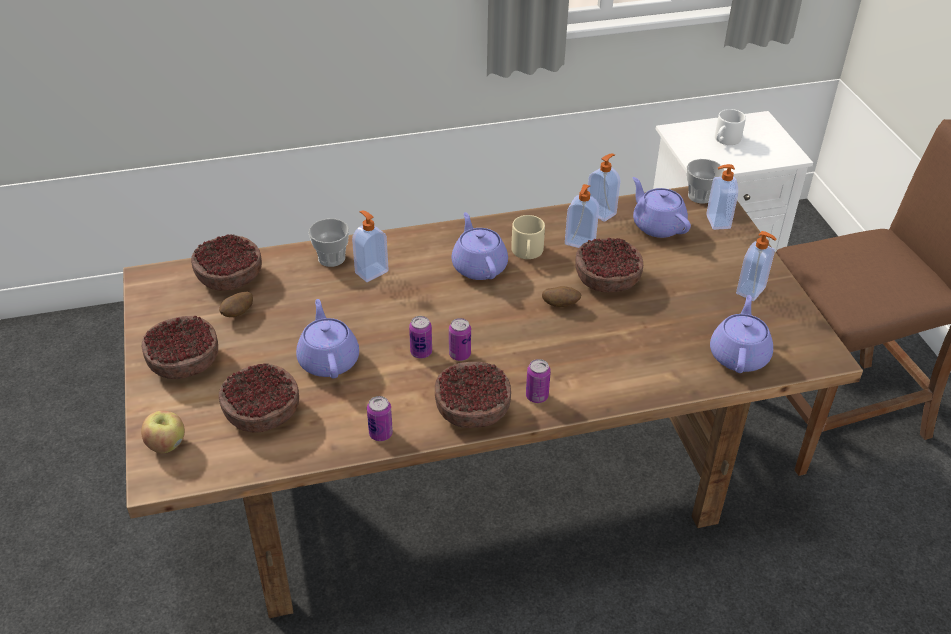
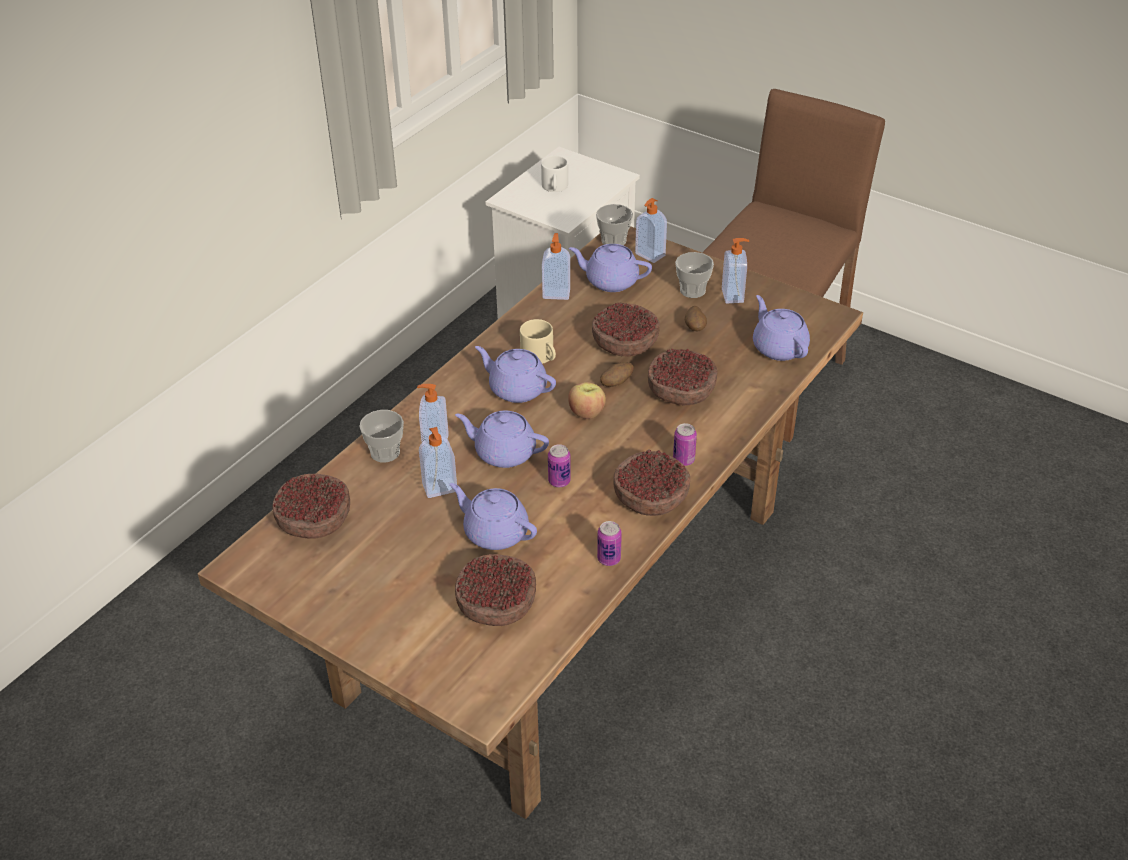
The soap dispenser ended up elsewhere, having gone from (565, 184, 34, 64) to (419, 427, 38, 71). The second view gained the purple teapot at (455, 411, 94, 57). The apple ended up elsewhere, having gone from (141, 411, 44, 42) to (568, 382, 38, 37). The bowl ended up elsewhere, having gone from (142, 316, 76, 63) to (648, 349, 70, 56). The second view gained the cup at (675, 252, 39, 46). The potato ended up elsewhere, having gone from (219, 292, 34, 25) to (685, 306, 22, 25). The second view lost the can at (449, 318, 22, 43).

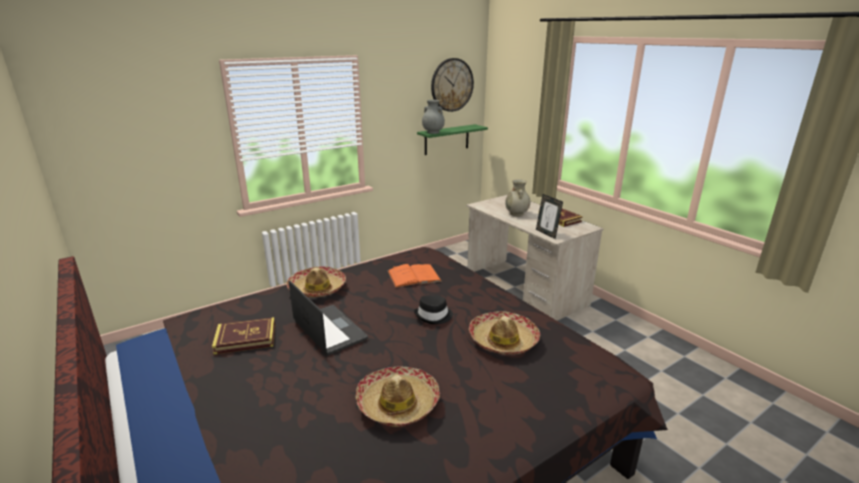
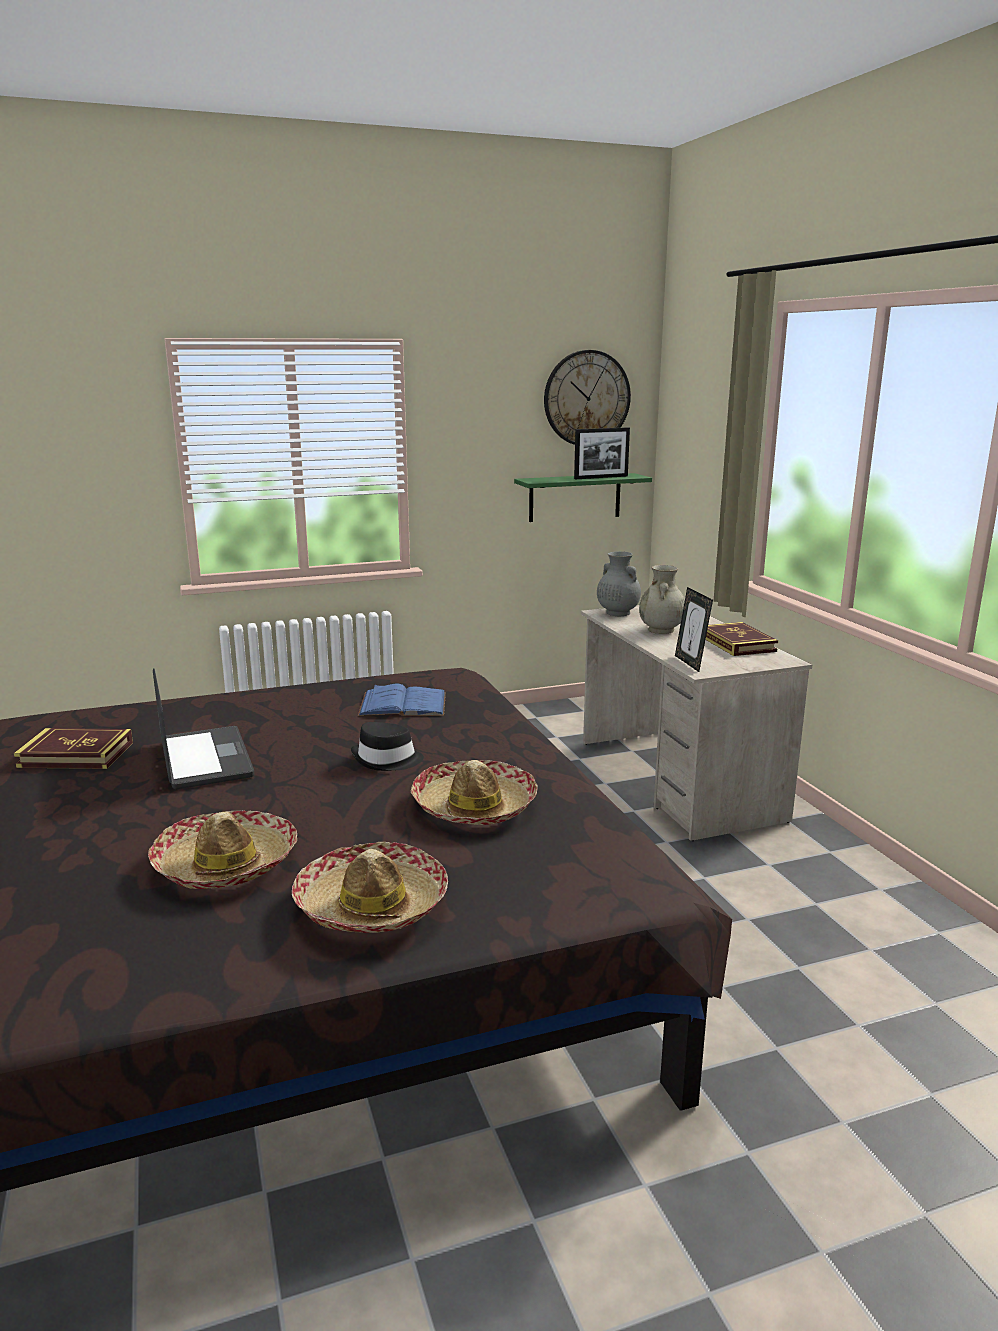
The hat ended up elsewhere, having gone from (287, 266, 59, 31) to (292, 842, 156, 91). What was the orange book at (388, 264, 54, 24) turned into the blue book at (358, 683, 88, 33). The second view gained the picture frame at (574, 427, 56, 52). The grey vase ended up elsewhere, having gone from (422, 100, 23, 34) to (597, 551, 44, 65).

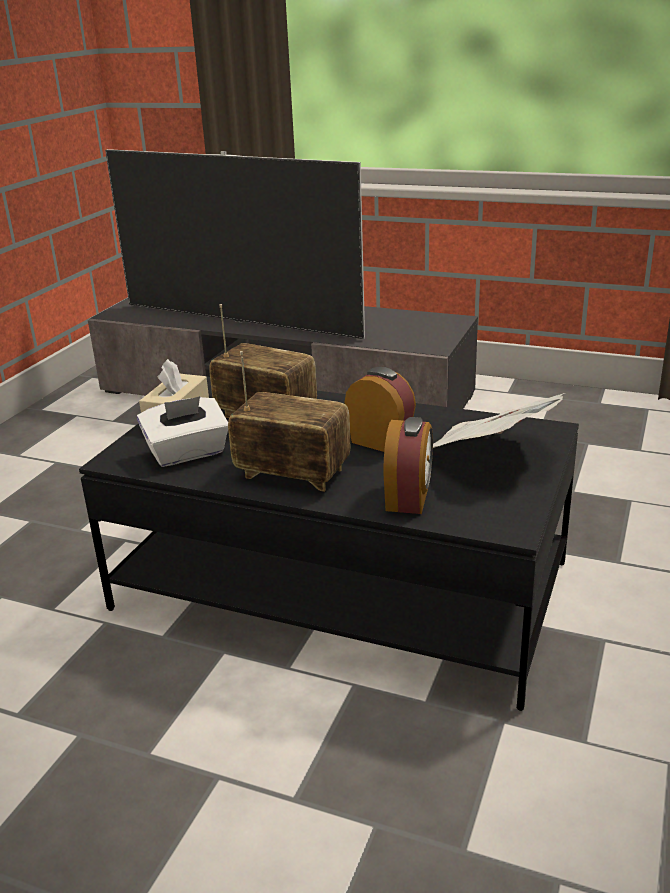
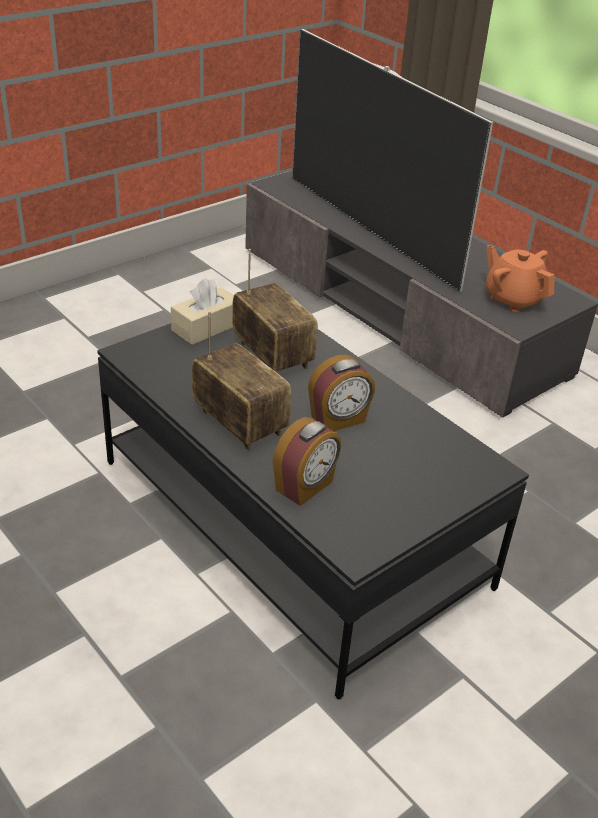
The alarm clock at (344, 367, 72, 85) ended up facing another way, 90 degrees clockwise from before. The second view gained the orange teapot at (486, 245, 68, 67). The second view lost the white tissue box at (137, 396, 91, 71). The second view lost the newspaper at (433, 393, 132, 55).

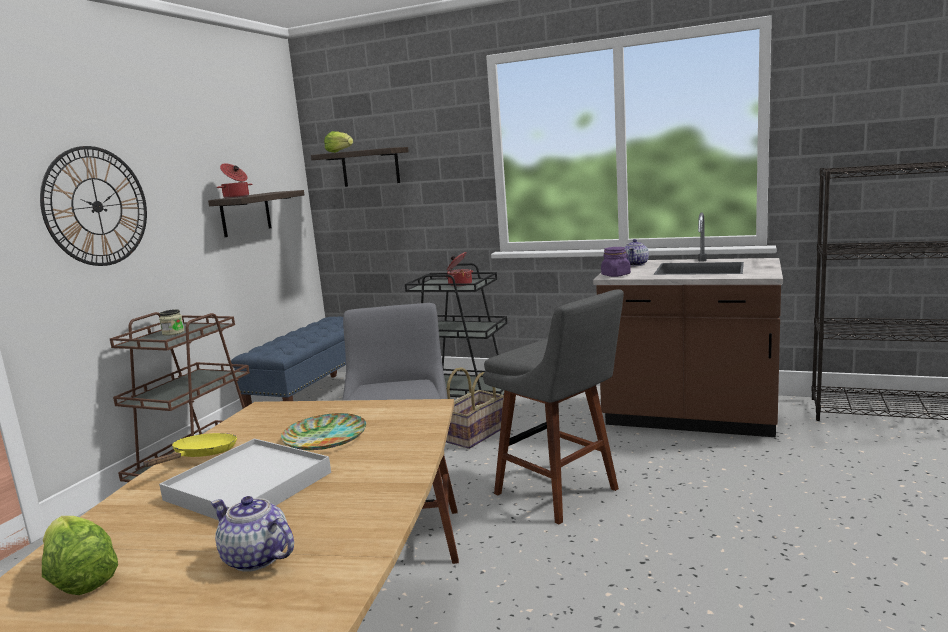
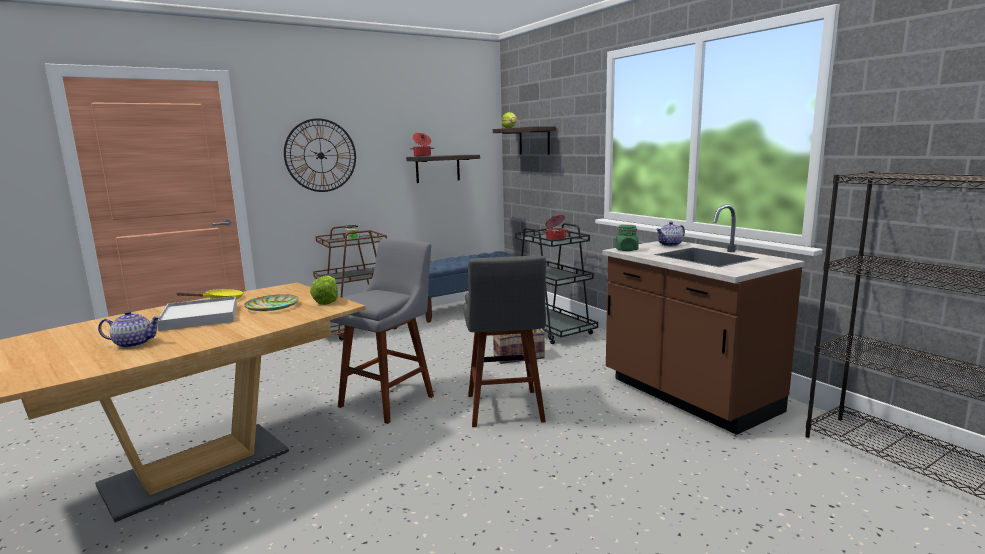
The teapot at (211, 496, 83, 76) ended up facing another way, 105 degrees clockwise from before. The lettuce ended up elsewhere, having gone from (42, 516, 76, 79) to (310, 276, 28, 29). What was the purple jar at (601, 247, 30, 30) turned into the green jar at (615, 225, 24, 26).

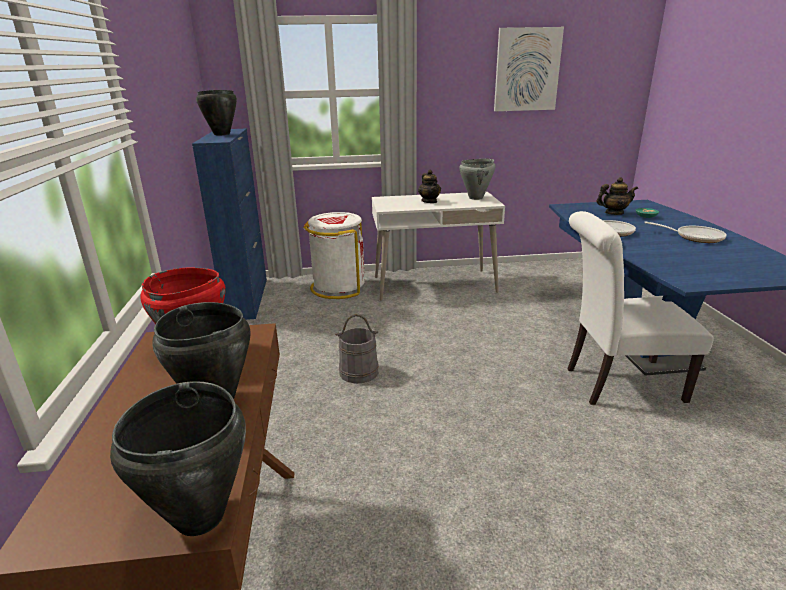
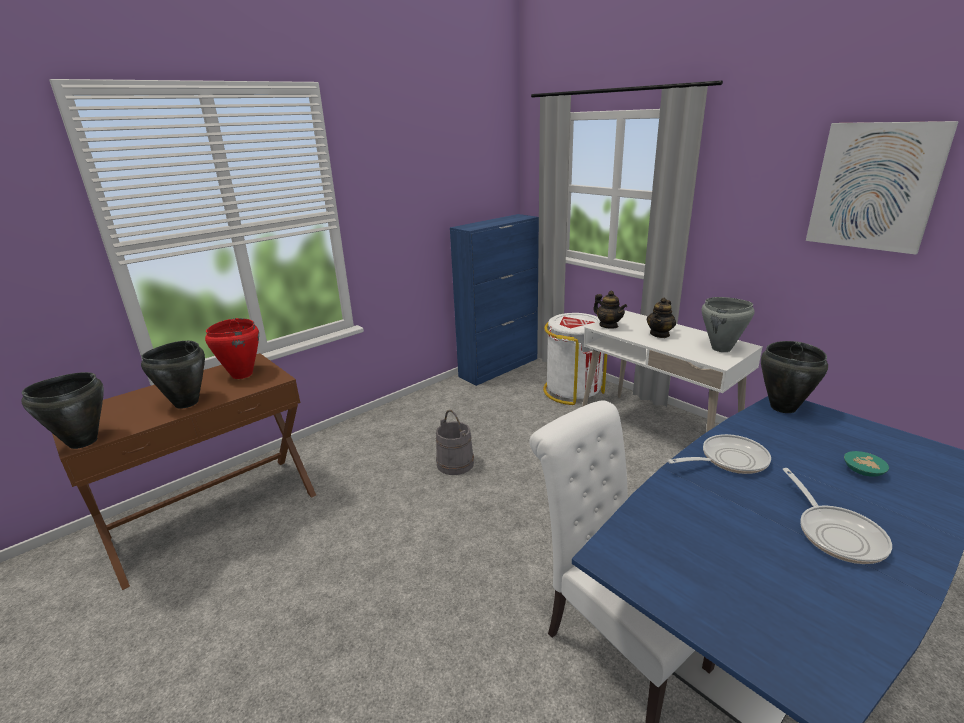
The teapot ended up elsewhere, having gone from (596, 177, 42, 38) to (593, 291, 34, 38). The black cooking pot ended up elsewhere, having gone from (196, 90, 41, 45) to (761, 341, 67, 72).

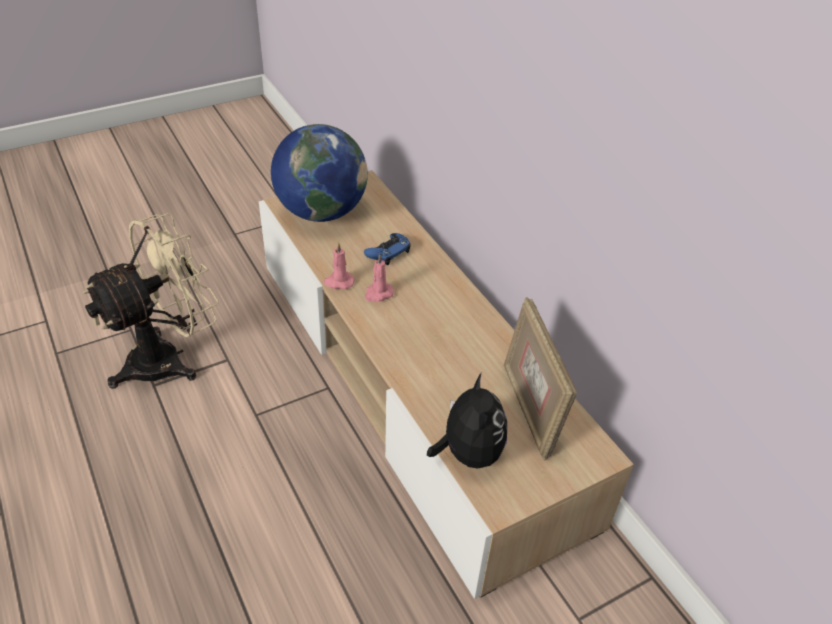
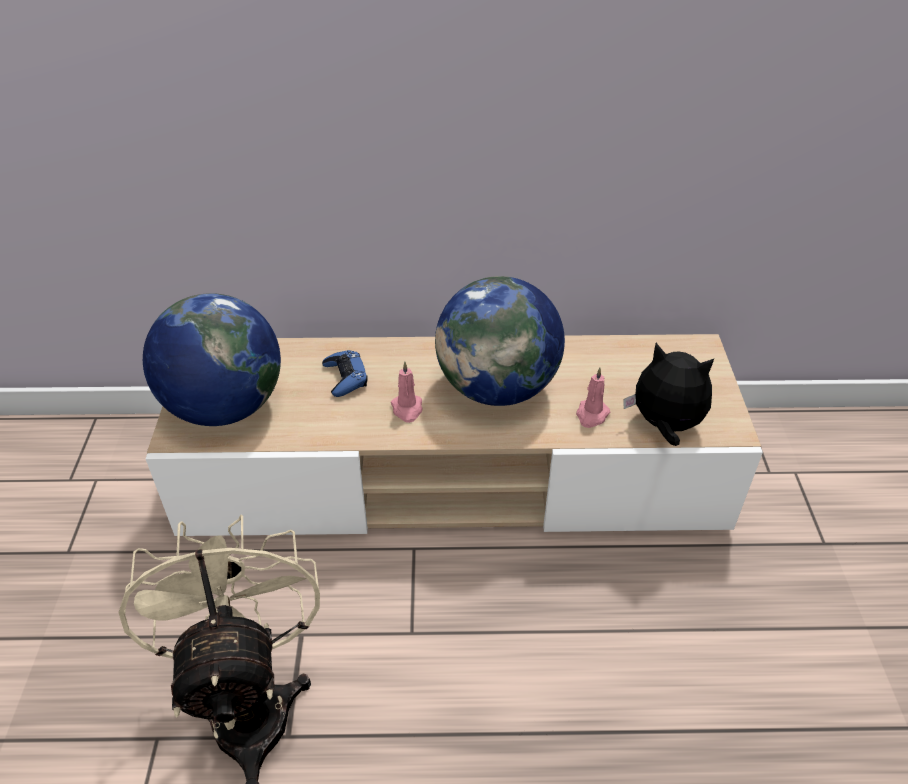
The second view gained the globe at (435, 276, 130, 130). The pink candle ended up elsewhere, having gone from (323, 242, 32, 47) to (576, 368, 34, 60). The second view lost the picture frame at (504, 297, 73, 163).

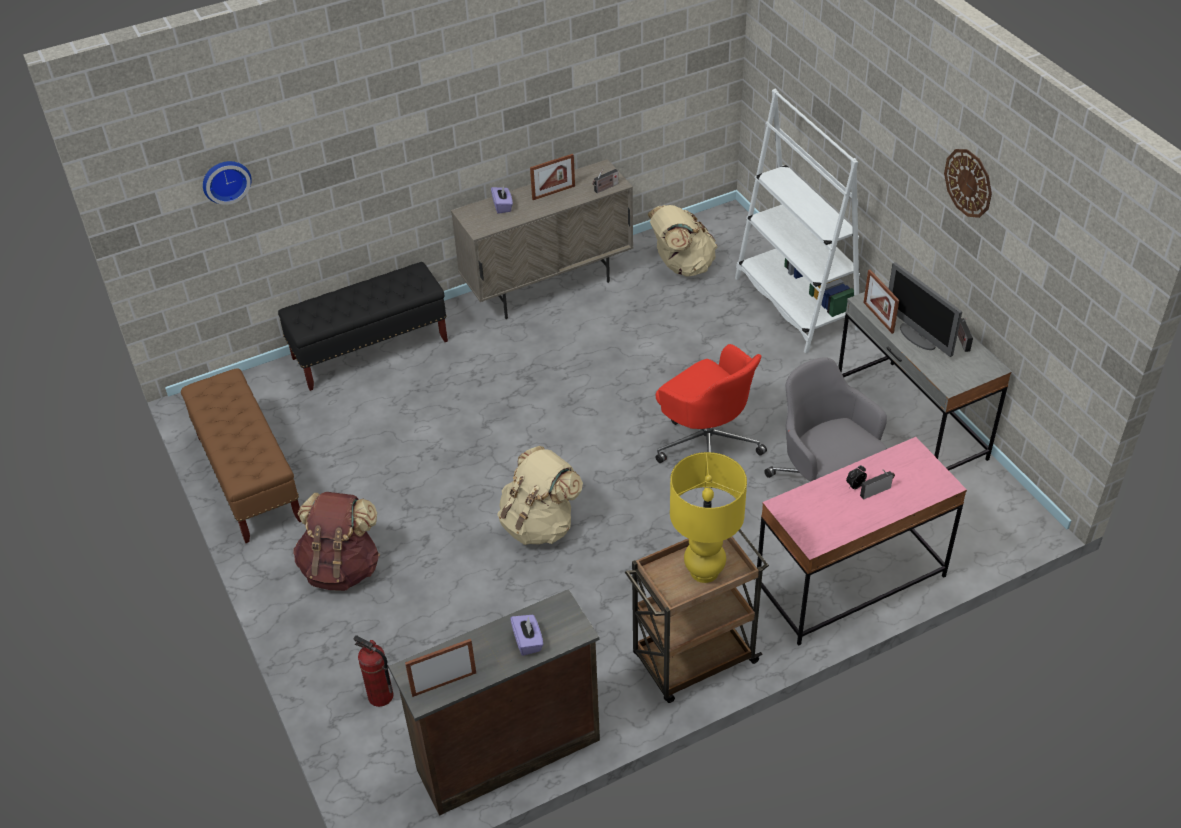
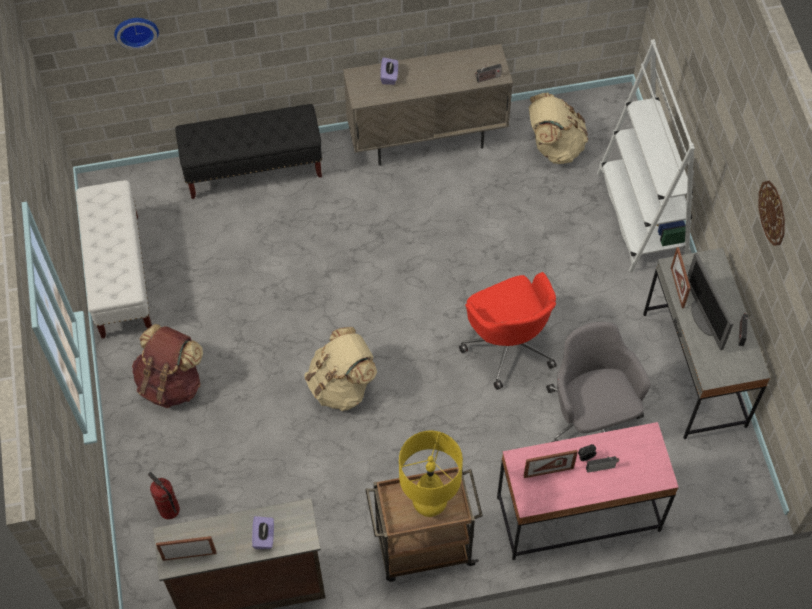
What was the brown bench at (181, 368, 120, 175) turned into the white bench at (76, 180, 76, 158). The picture frame ended up elsewhere, having gone from (530, 154, 45, 46) to (524, 450, 54, 28).

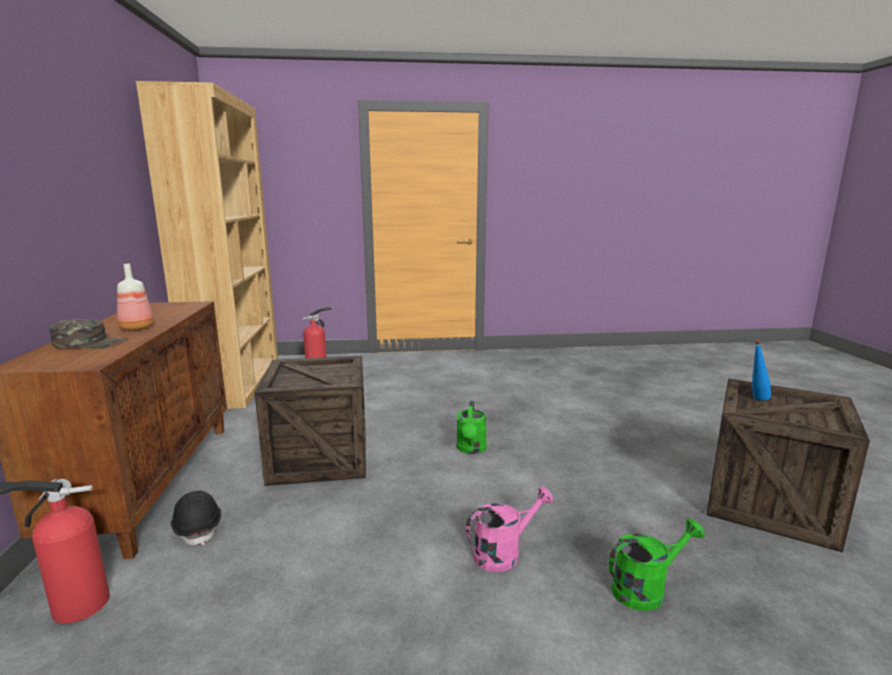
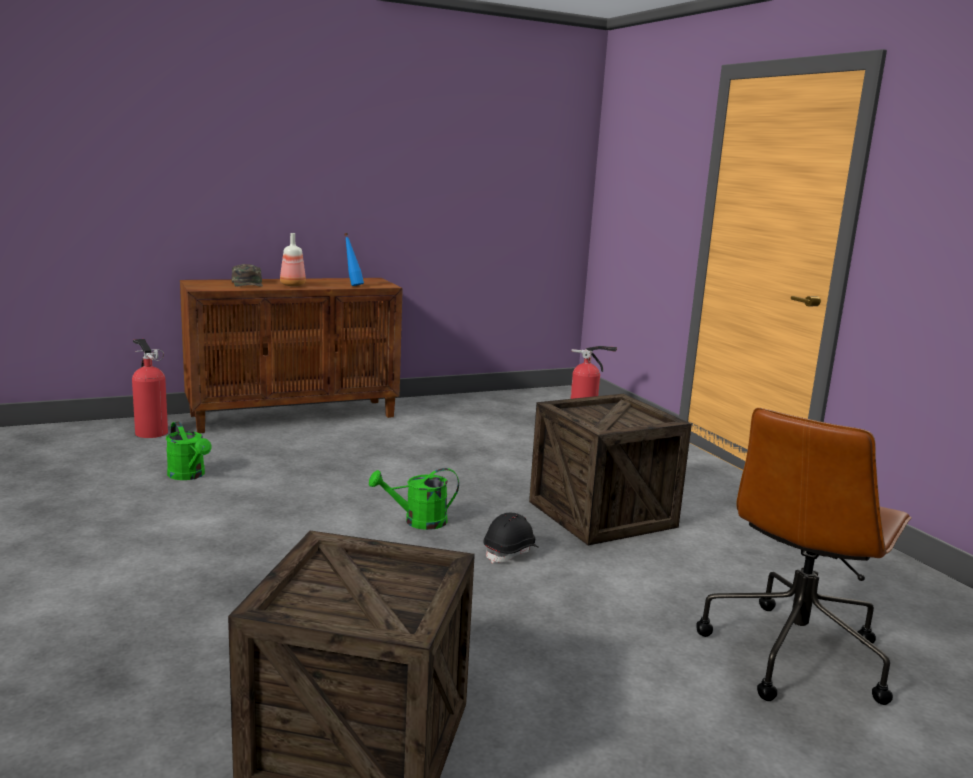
The green watering can ended up elsewhere, having gone from (609, 519, 96, 92) to (166, 421, 46, 59). The blue bottle ended up elsewhere, having gone from (752, 340, 19, 60) to (344, 233, 20, 53). The black hard hat ended up elsewhere, having gone from (171, 491, 50, 54) to (483, 513, 56, 50). The crate ended up elsewhere, having gone from (255, 356, 111, 130) to (529, 394, 163, 151). The second view gained the brown office chair at (697, 408, 215, 297). The second view lost the brown bookcase at (136, 81, 142, 328). The second view lost the pink watering can at (466, 487, 88, 85).

